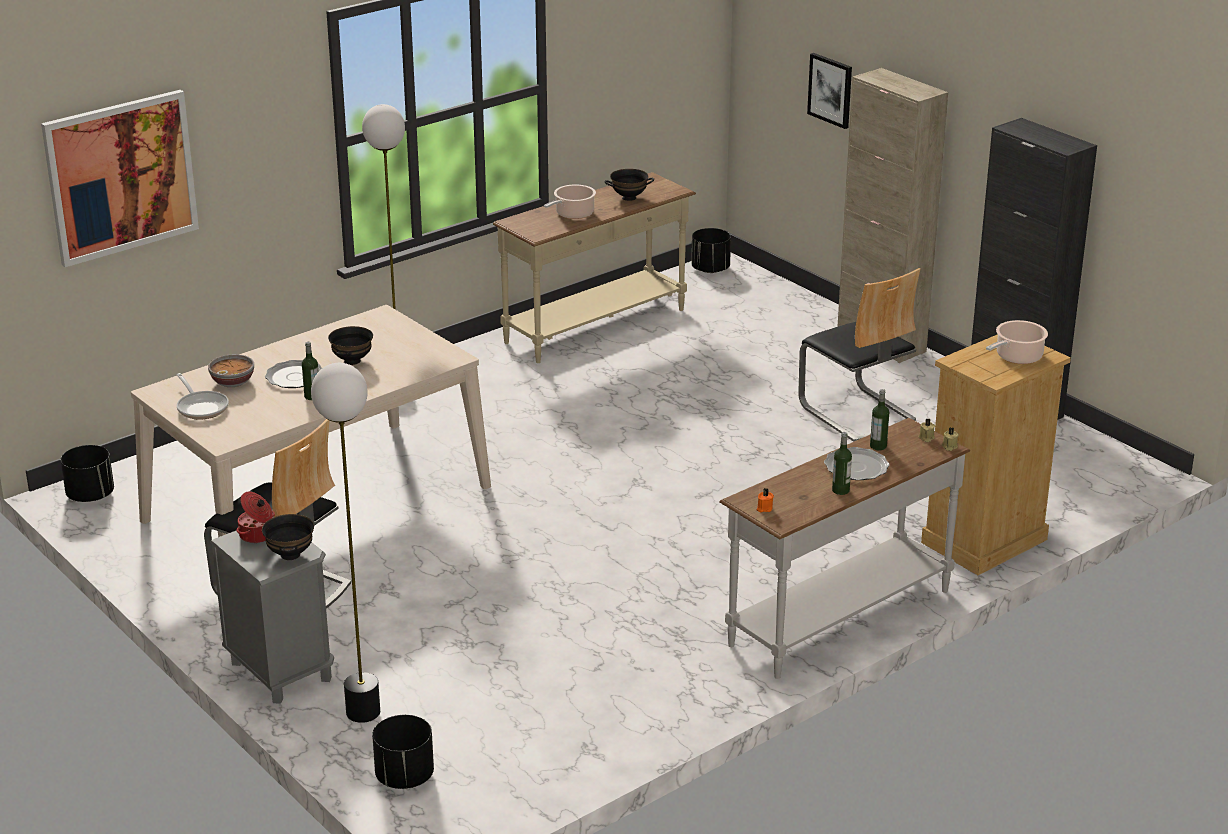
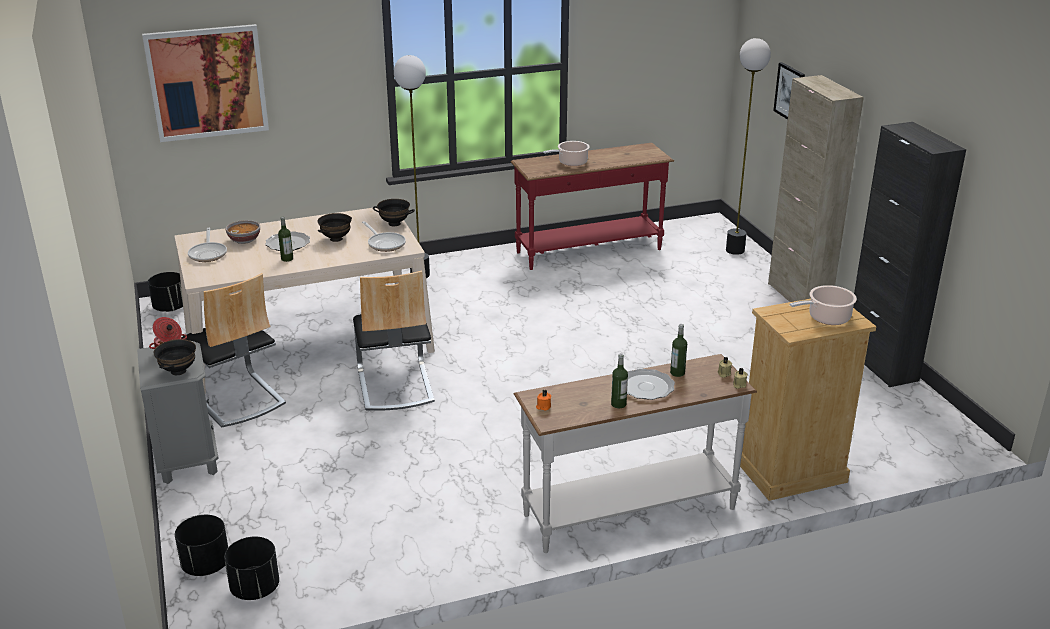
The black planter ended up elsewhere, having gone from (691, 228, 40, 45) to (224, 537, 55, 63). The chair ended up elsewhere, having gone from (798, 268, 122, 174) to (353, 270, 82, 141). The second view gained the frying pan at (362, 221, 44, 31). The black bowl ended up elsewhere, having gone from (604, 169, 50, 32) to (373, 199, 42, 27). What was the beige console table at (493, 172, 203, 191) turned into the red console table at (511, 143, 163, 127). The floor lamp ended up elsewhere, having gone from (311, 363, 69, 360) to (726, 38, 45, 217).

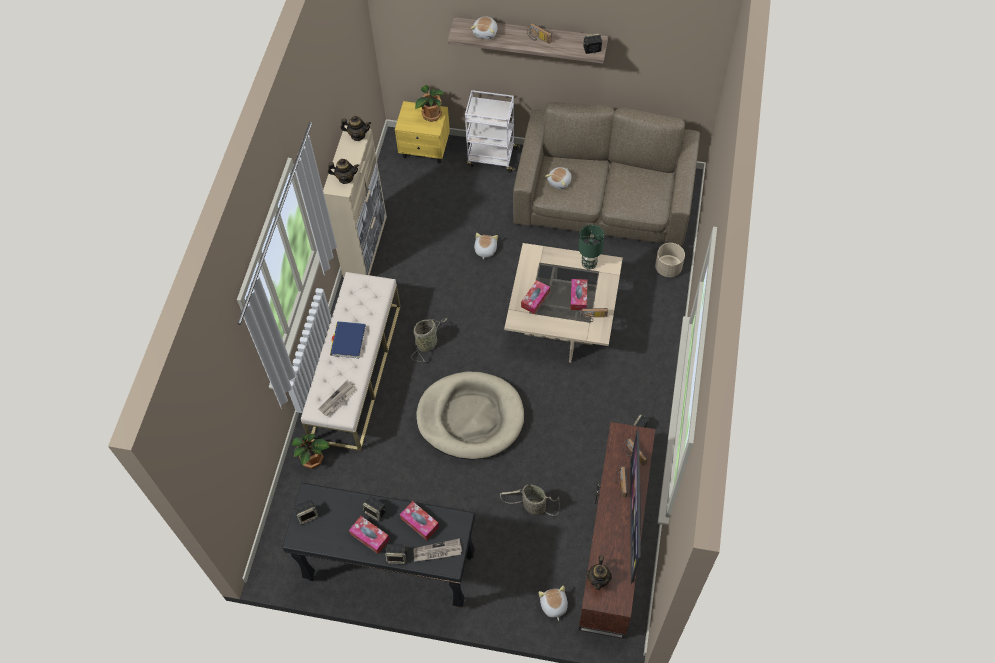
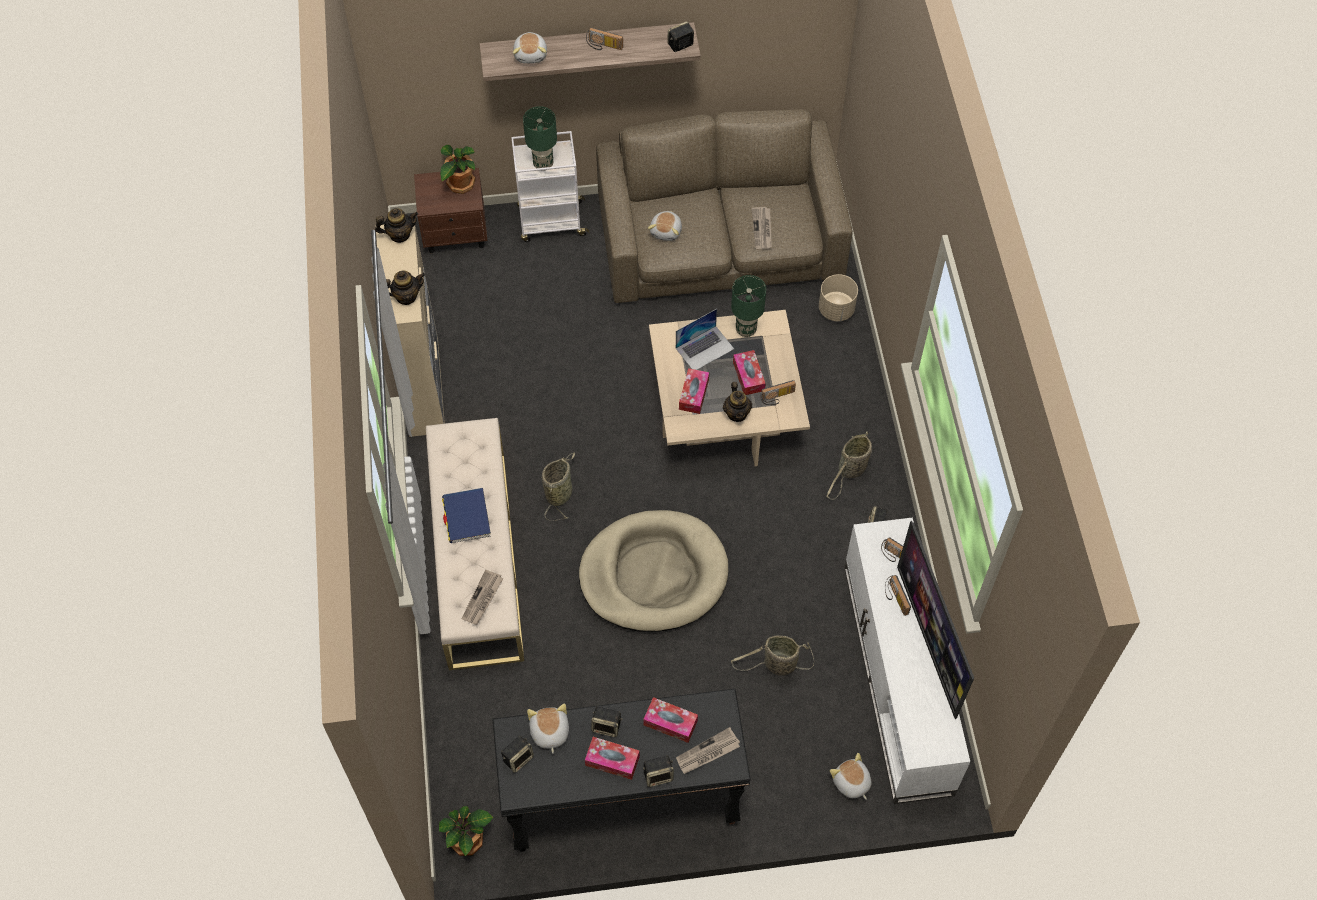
What was the yellow nightstand at (395, 101, 55, 62) turned into the brown nightstand at (414, 168, 74, 85). The potted plant ended up elsewhere, having gone from (292, 434, 38, 35) to (439, 806, 54, 50). The second view gained the green table lamp at (523, 106, 34, 65). The plush toy ended up elsewhere, having gone from (474, 233, 24, 26) to (527, 704, 42, 49). The second view gained the laptop at (676, 309, 58, 61). The teapot ended up elsewhere, having gone from (587, 555, 25, 35) to (723, 382, 29, 40). The second view gained the newspaper at (752, 207, 20, 42). The second view gained the basket at (827, 432, 45, 68). What was the brown tv stand at (578, 422, 77, 217) turned into the white tv stand at (844, 518, 126, 286).

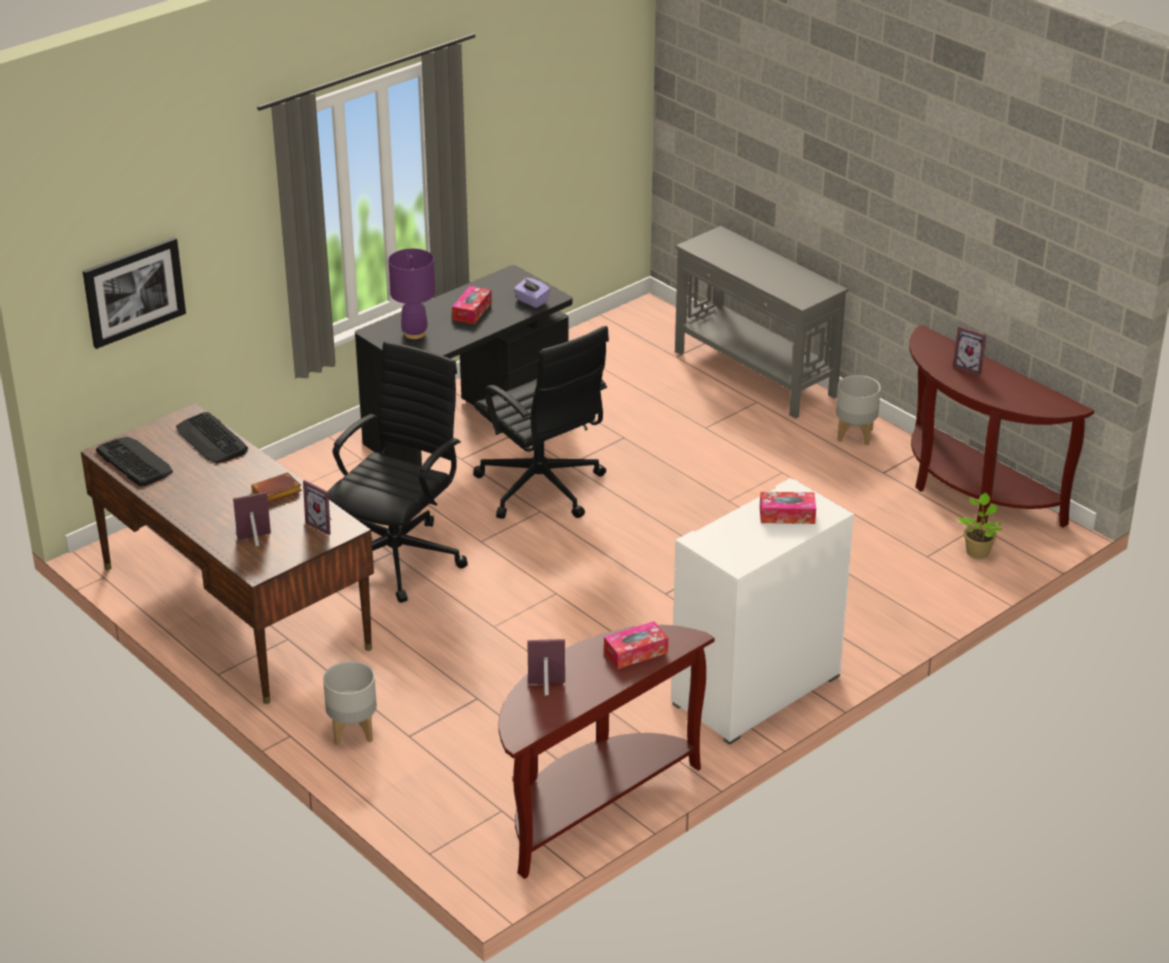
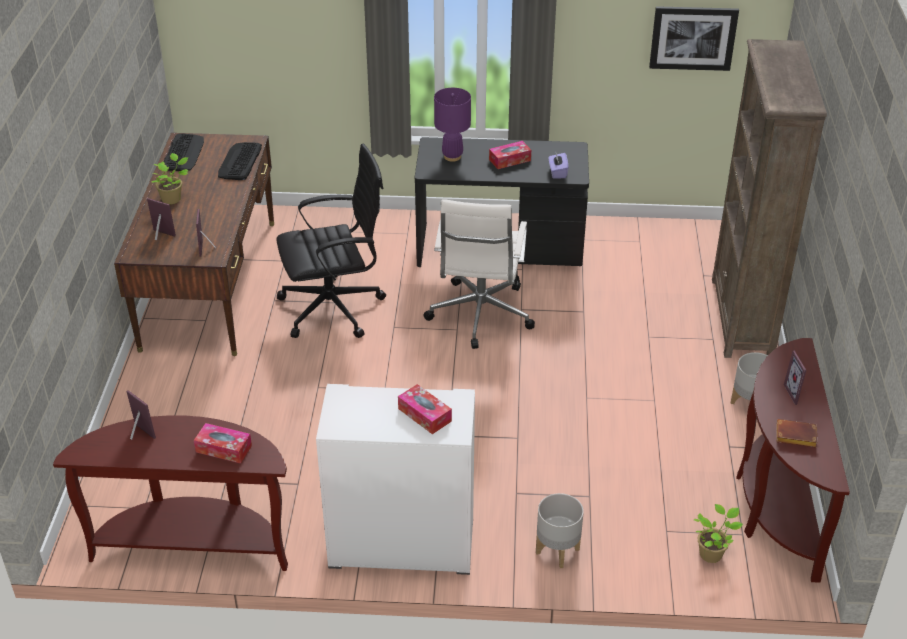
The second view gained the potted plant at (151, 153, 37, 51). What was the black office chair at (473, 326, 136, 193) turned into the white office chair at (423, 199, 112, 150). The grey planter ended up elsewhere, having gone from (323, 661, 54, 84) to (536, 493, 48, 75). The picture ended up elsewhere, having gone from (83, 237, 103, 112) to (649, 6, 90, 65). Where the grey console table stood at (675, 226, 173, 193), the brown bookcase came to stand at (712, 39, 115, 319). The brown book ended up elsewhere, having gone from (251, 472, 51, 31) to (776, 419, 42, 29).

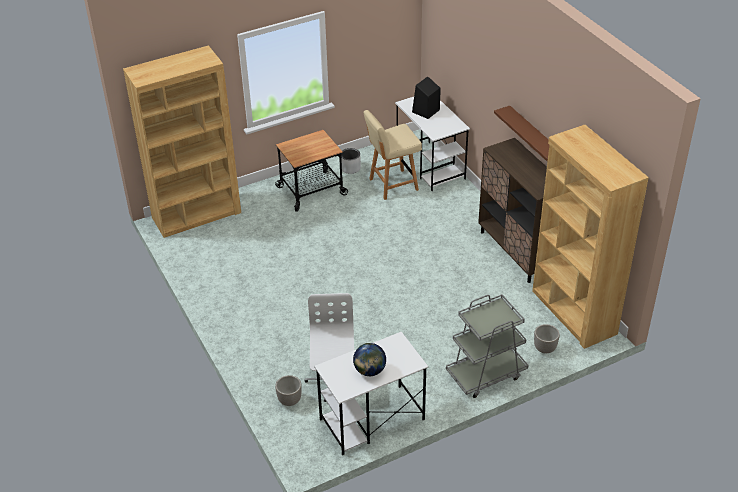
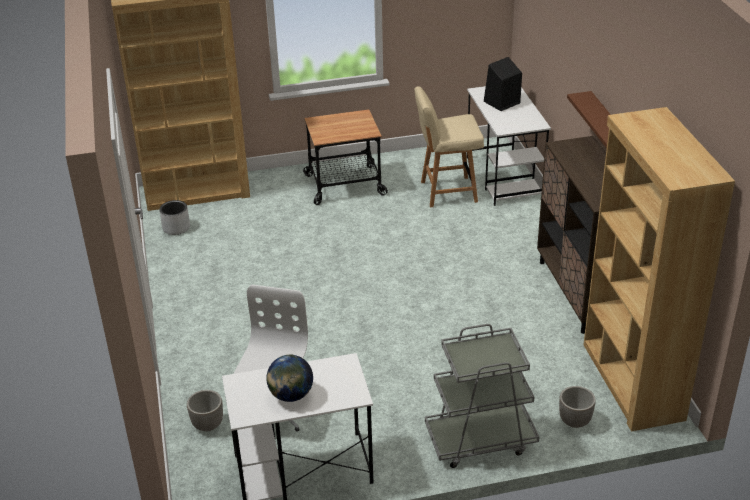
The grey planter ended up elsewhere, having gone from (341, 148, 20, 26) to (159, 200, 31, 35).

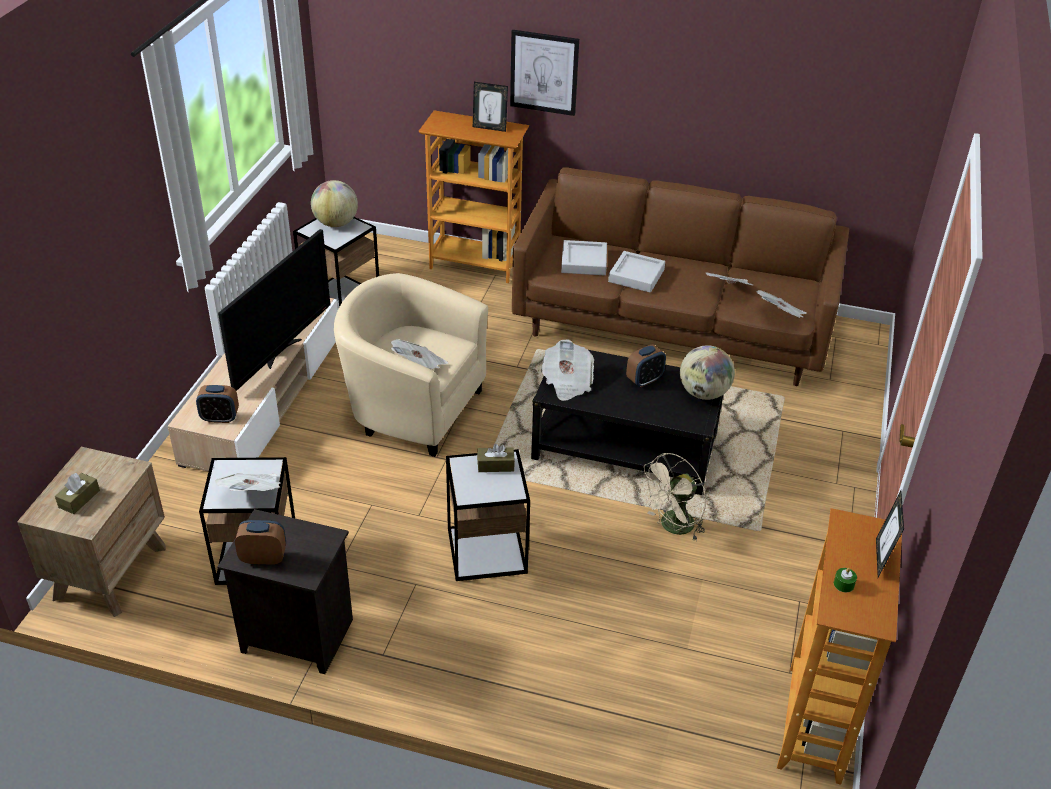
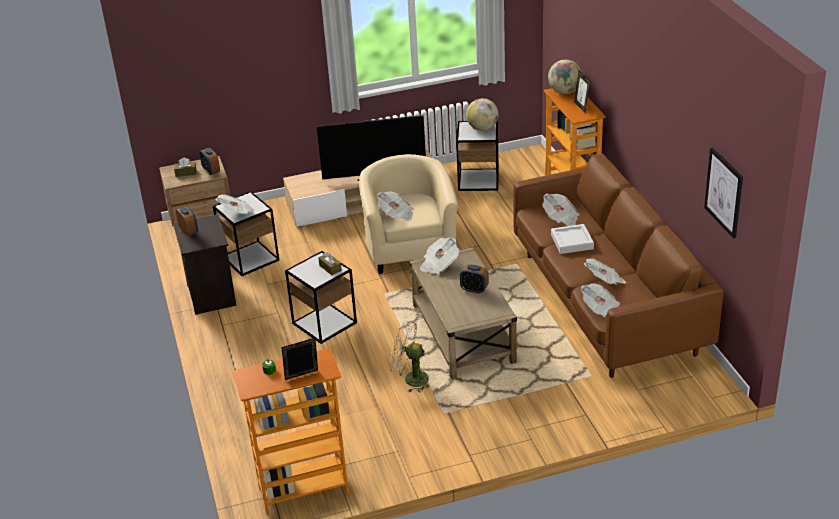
The alarm clock ended up elsewhere, having gone from (196, 385, 43, 38) to (199, 148, 21, 27). What was the black coffee table at (531, 350, 192, 145) turned into the beige coffee table at (409, 247, 108, 132). Where the grey tray stood at (561, 240, 46, 35), the newspaper came to stand at (542, 194, 37, 32). The globe ended up elsewhere, having gone from (680, 345, 55, 55) to (548, 60, 34, 34). The picture ended up elsewhere, having gone from (510, 30, 69, 86) to (704, 148, 39, 91).

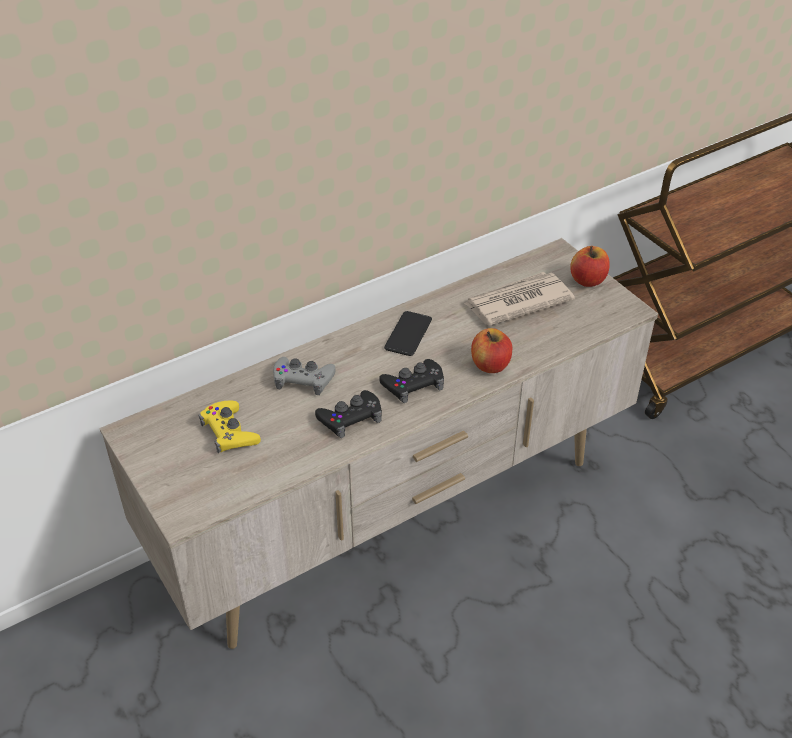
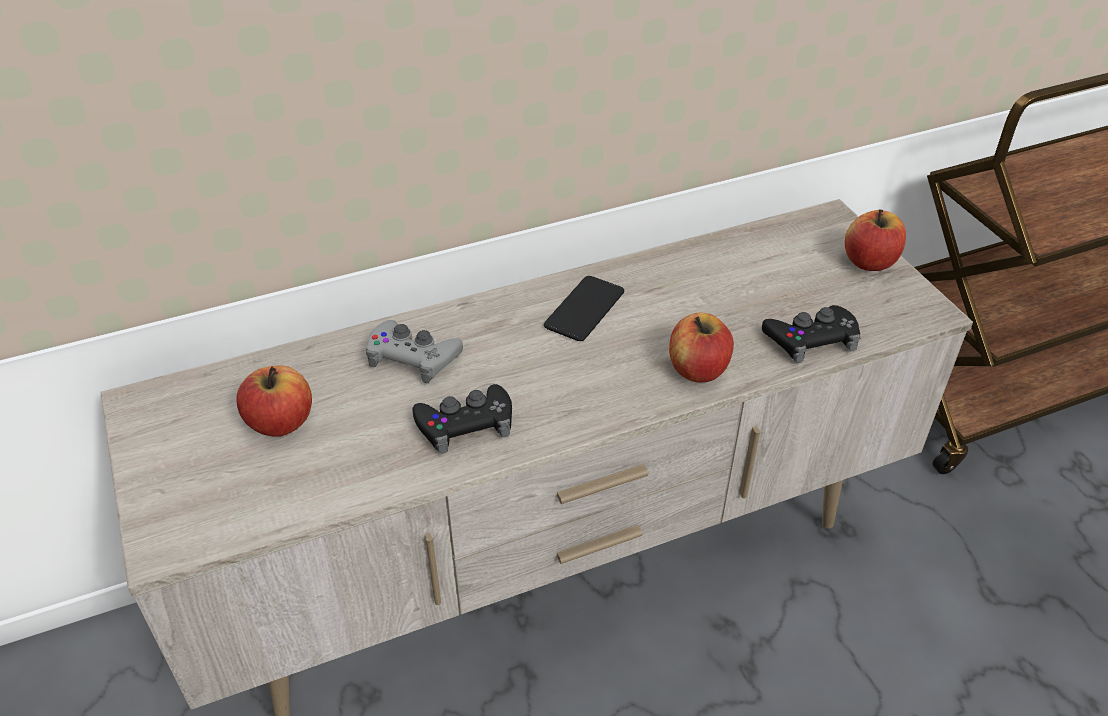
Where the yellow game controller stood at (199, 401, 62, 52), the apple came to stand at (236, 365, 76, 72). The black game controller ended up elsewhere, having gone from (379, 359, 65, 44) to (762, 305, 98, 58). The second view lost the newspaper at (464, 272, 111, 54).

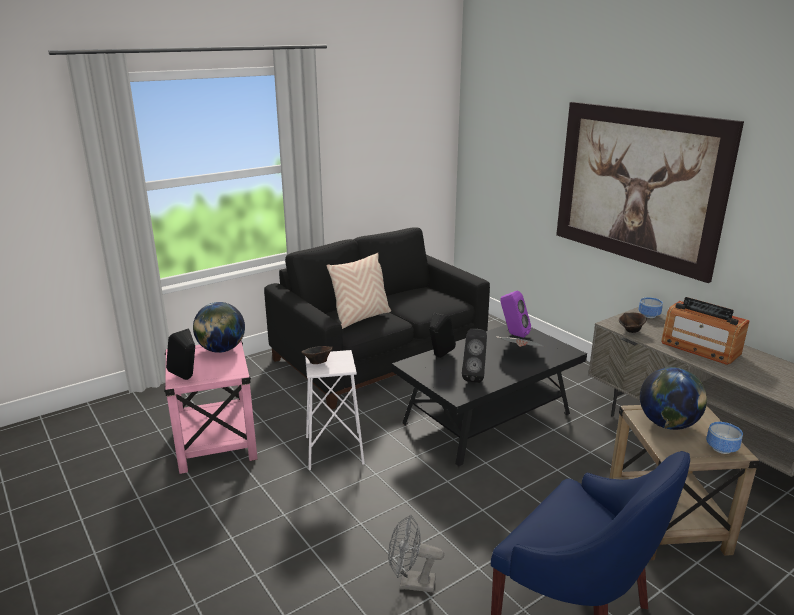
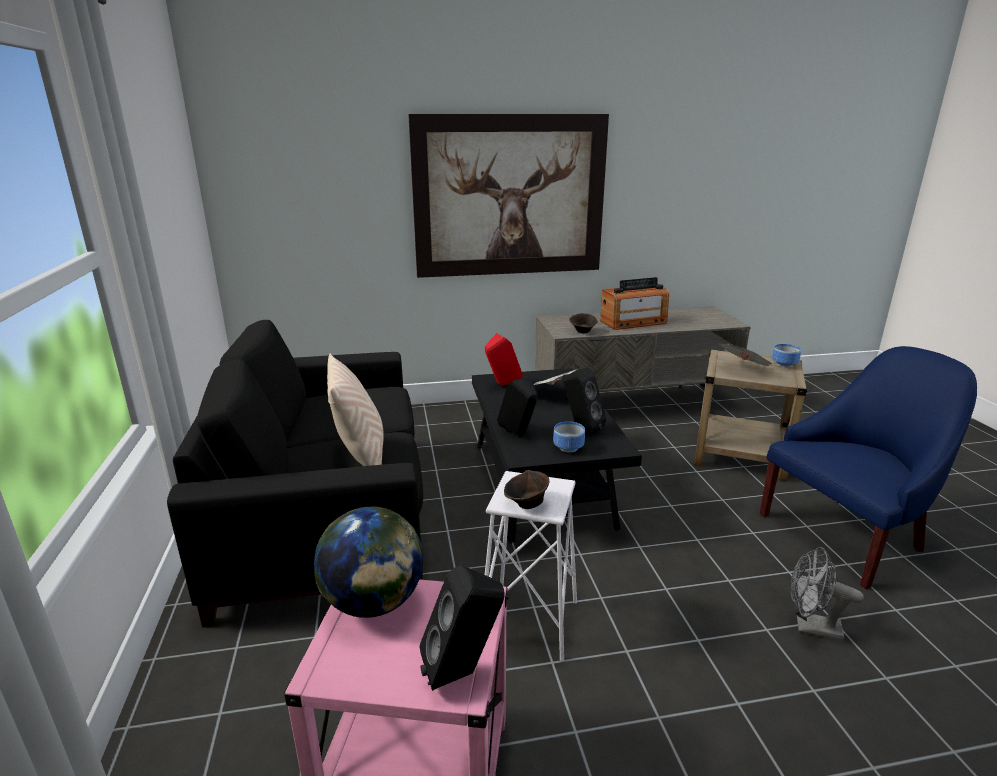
What was the purple speaker at (500, 290, 31, 48) turned into the red speaker at (485, 333, 38, 53). The bowl ended up elsewhere, having gone from (638, 297, 25, 21) to (553, 422, 32, 30). Where the globe stood at (640, 367, 67, 63), the newspaper came to stand at (716, 343, 57, 23). The grey fan at (388, 515, 56, 77) ended up facing another way, 75 degrees clockwise from before.

